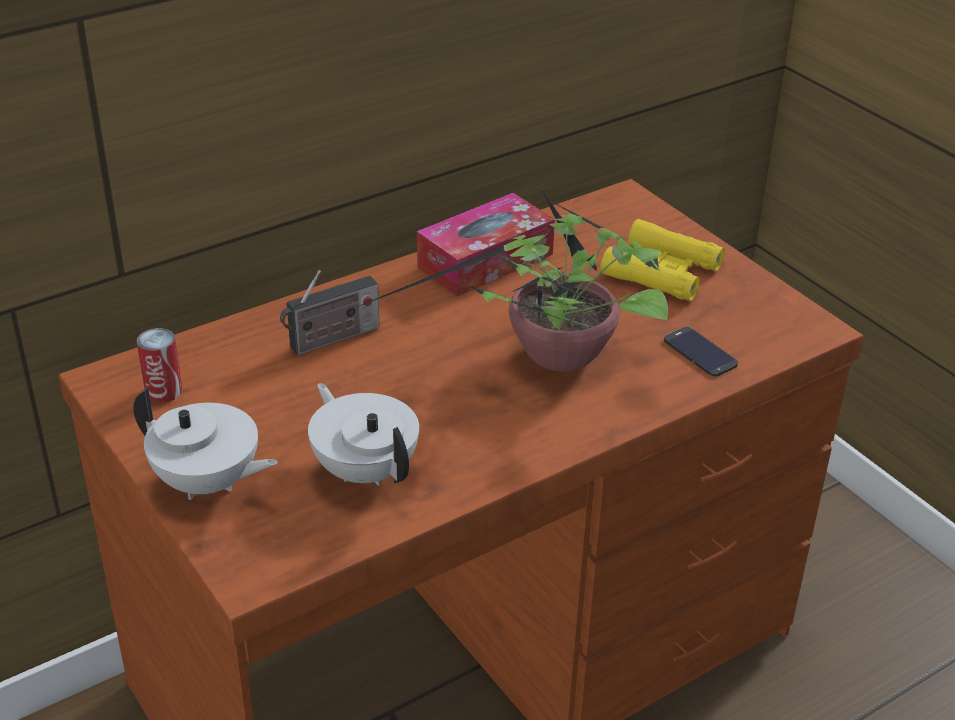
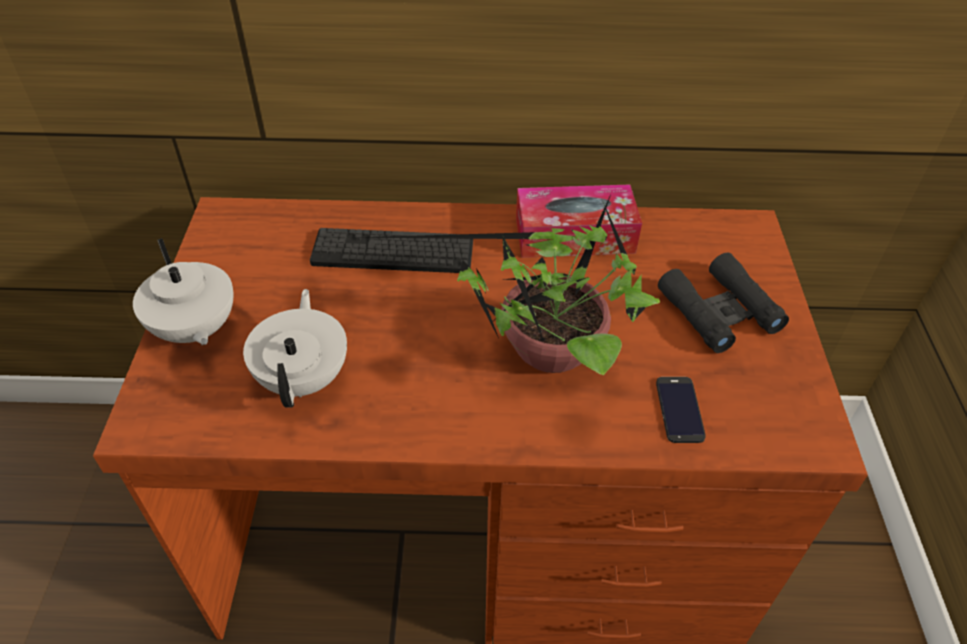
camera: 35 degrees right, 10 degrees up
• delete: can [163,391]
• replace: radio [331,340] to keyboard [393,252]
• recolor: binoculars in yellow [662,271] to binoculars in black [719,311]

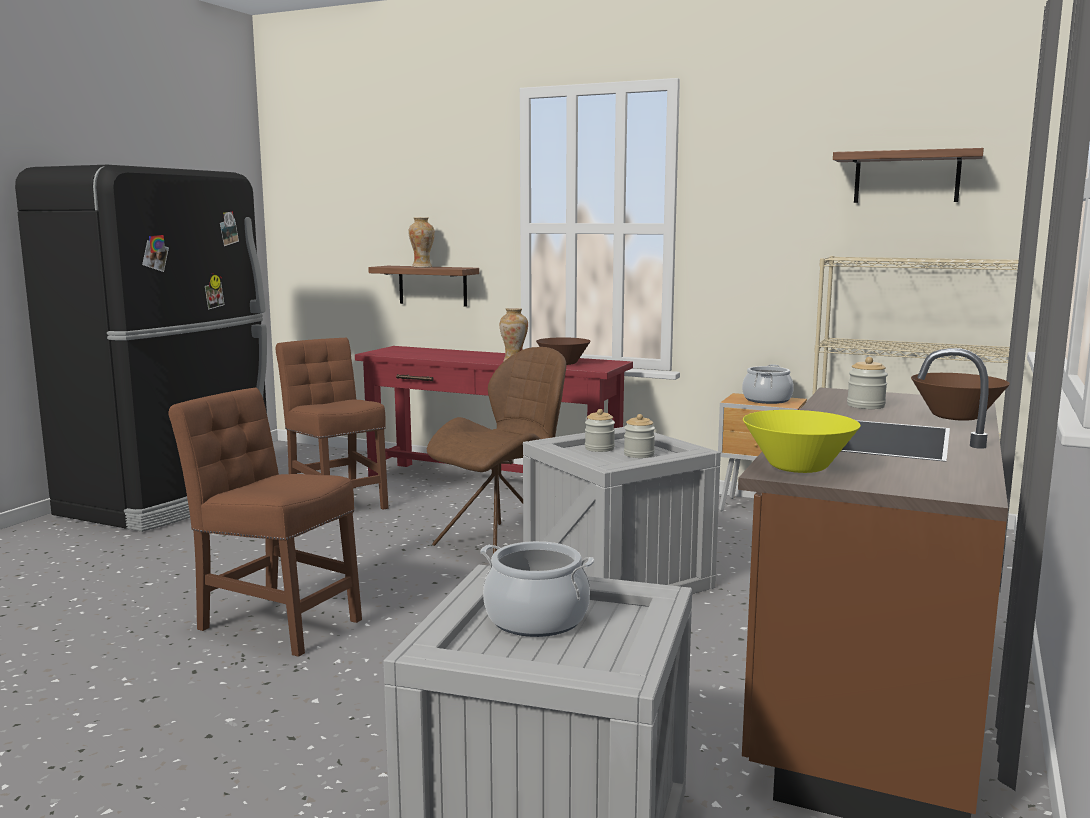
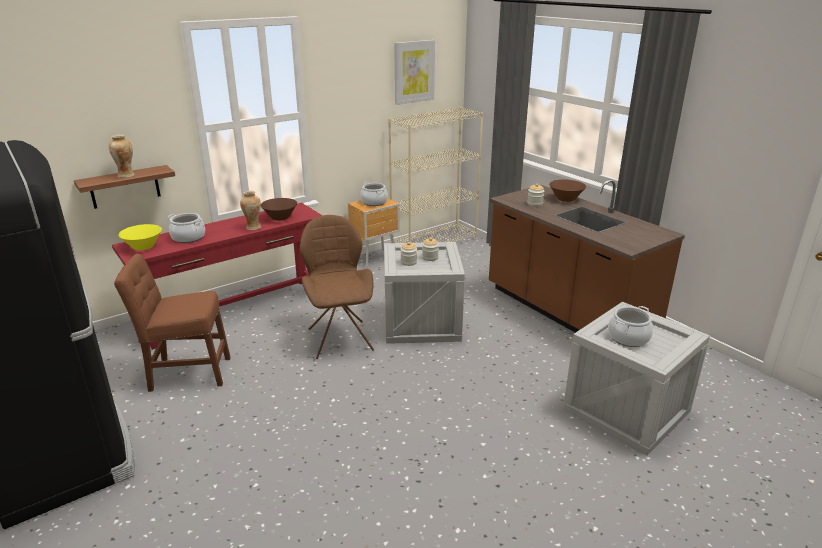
camera: 60 degrees left, 15 degrees up
• delete: chair in brown [275,622]
• insert: cooking pot [188,237]
• move: bowl in yellow [798,467] to [143,247]
• replace: shelf [906,177] to picture [414,72]

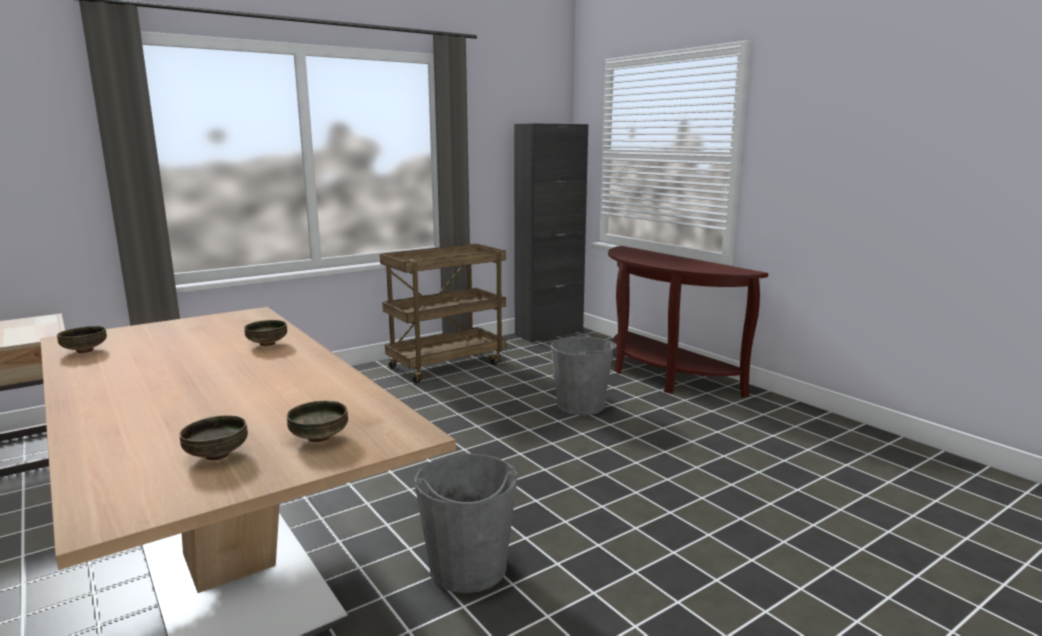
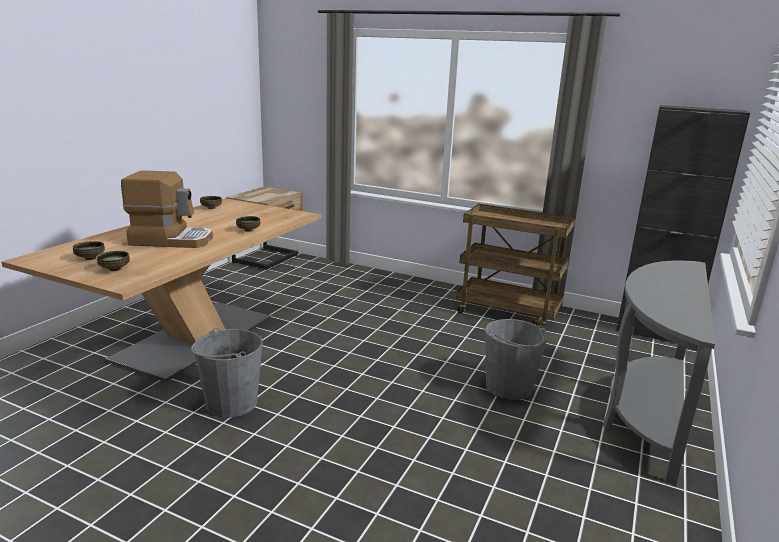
camera: 60 degrees right, 5 degrees up
• insert: coffee machine [171,240]
• recolor: console table in brown [662,376] to console table in grey [645,416]

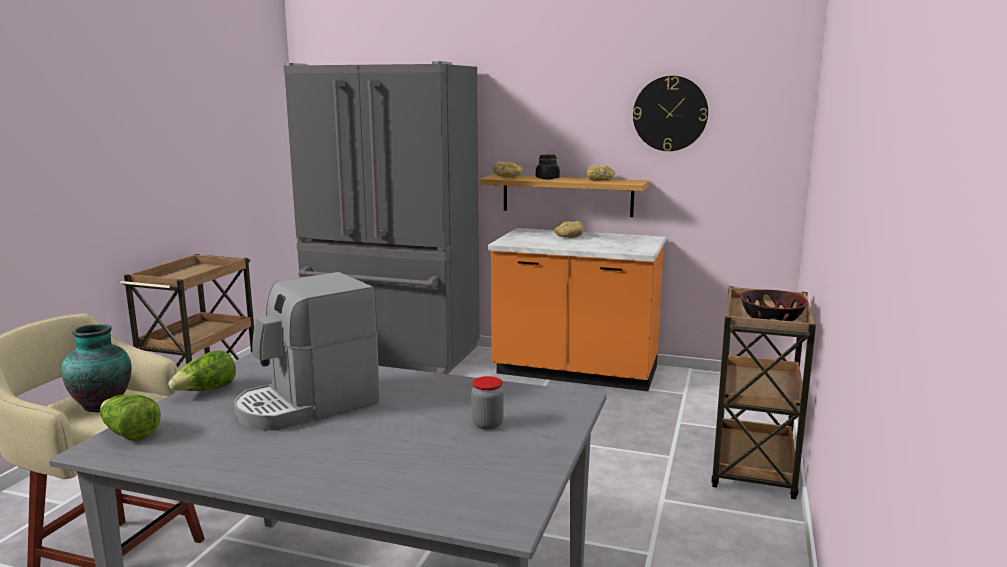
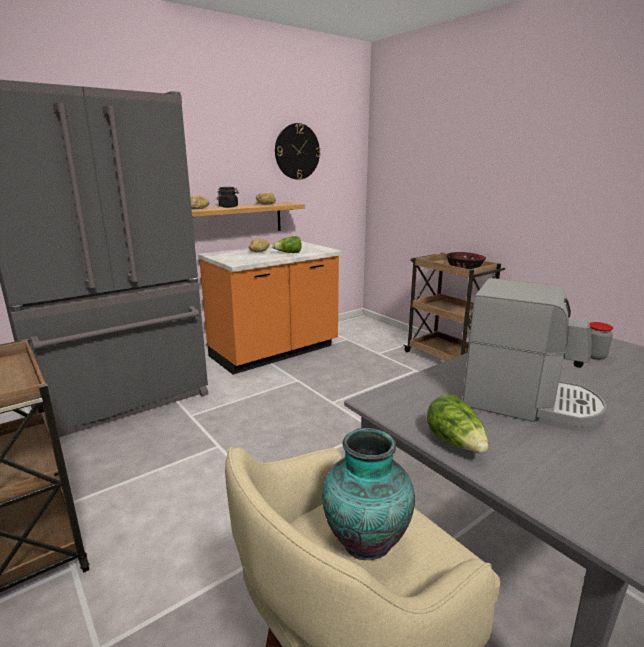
camera: 55 degrees left, 5 degrees up
• move: lettuce [129,433] to [288,253]
• rotate: coffee machine [307,405] = [528,403] 60 degrees counterclockwise

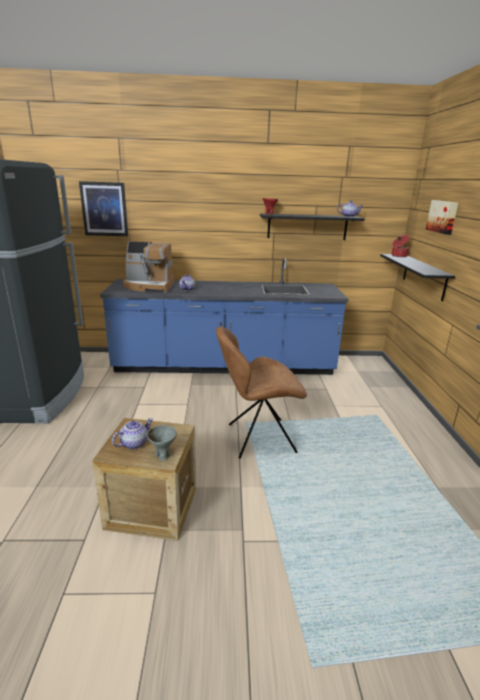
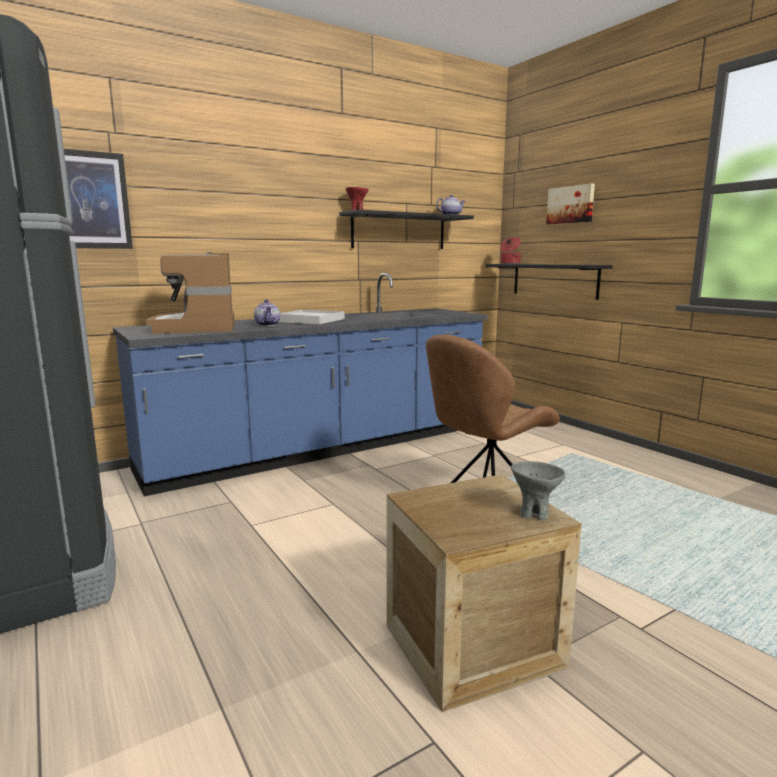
camera: 30 degrees left, 10 degrees down
• delete: teapot [134,443]
• insert: tray in white [310,320]
• rotate: coffee machine [149,286] = [197,327] 105 degrees clockwise

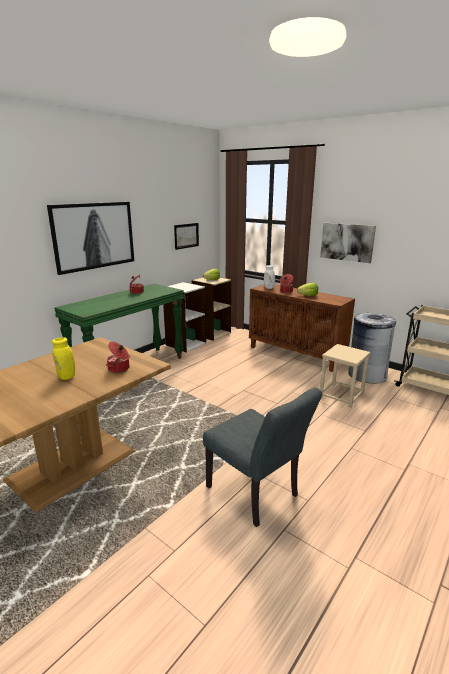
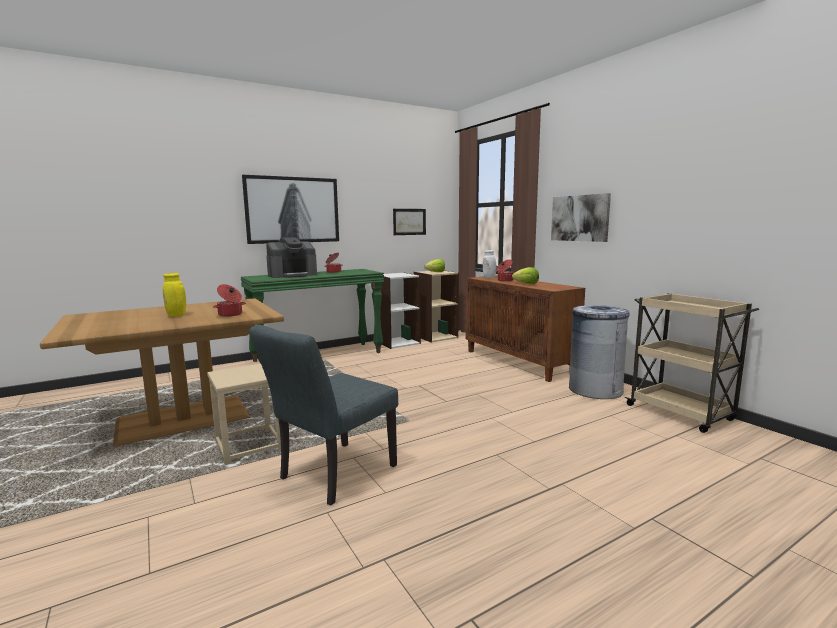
camera: 20 degrees right, 10 degrees down
• insert: coffee machine [292,275]
• move: stool in beige [341,395] to [249,447]
• rotate: chair in grey [257,495] = [331,475] 60 degrees clockwise

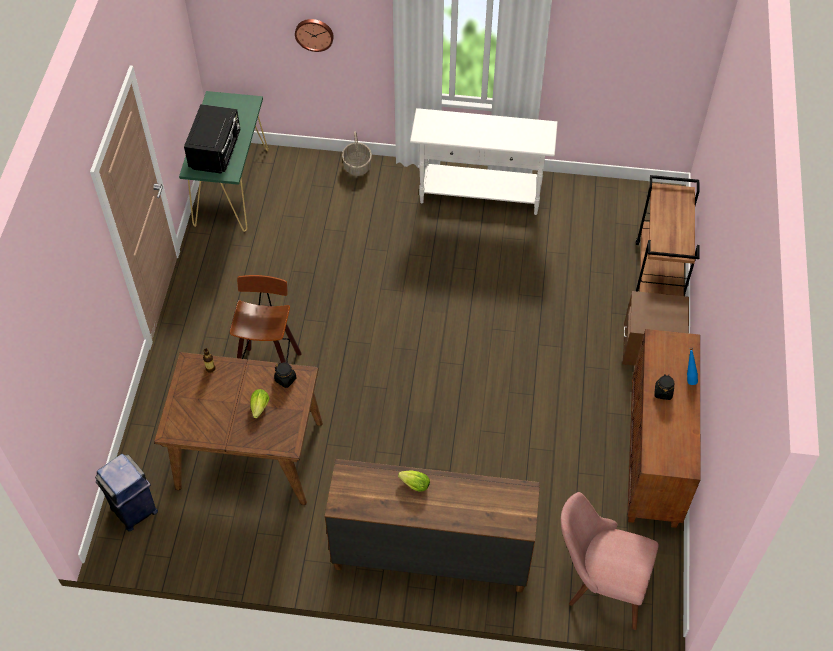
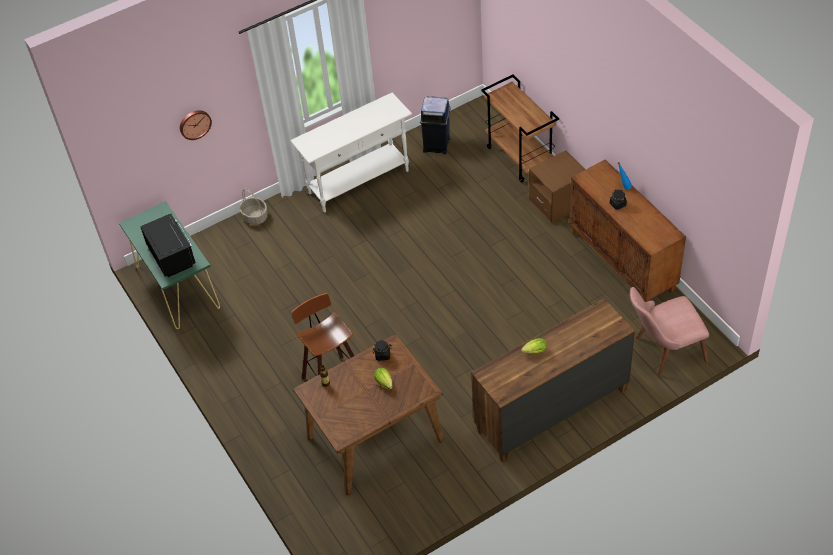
camera: 35 degrees left, 5 degrees down
• move: trash can in blue [134,511] to [437,145]

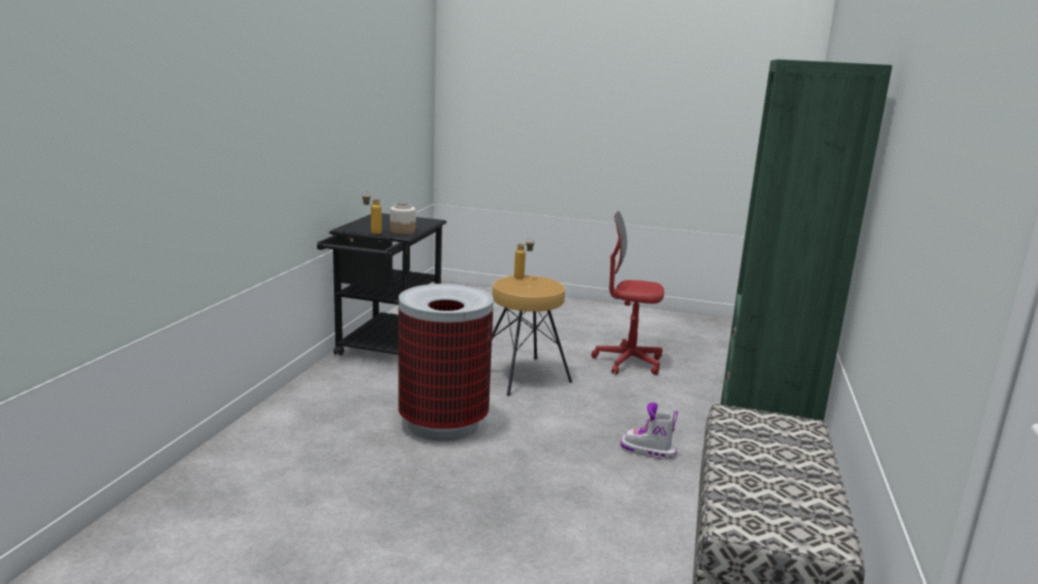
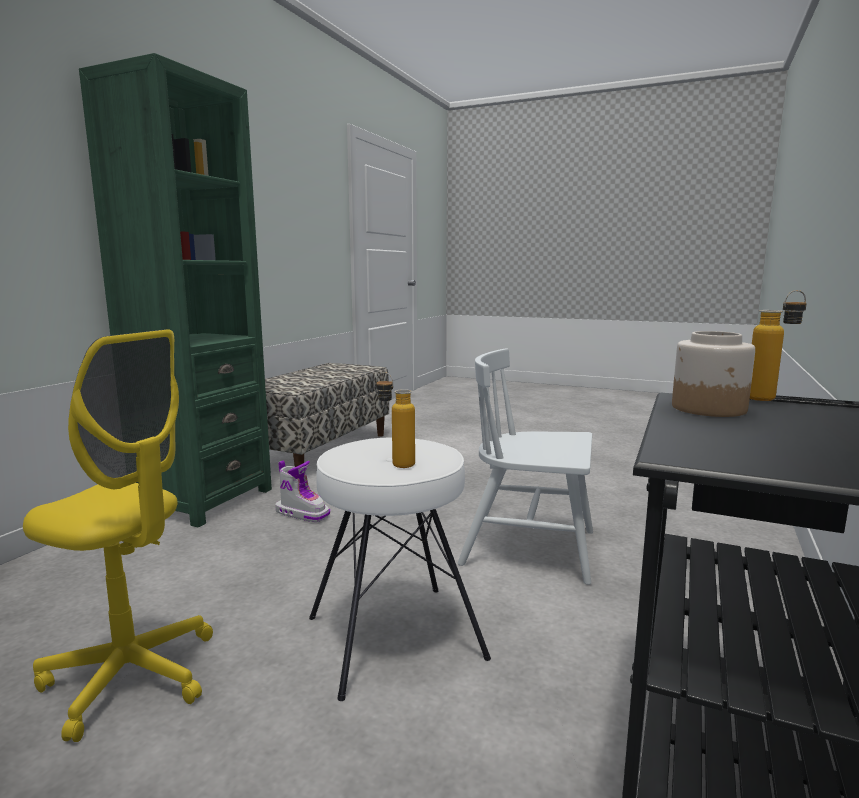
camera: 170 degrees left, 5 degrees down
• replace: trash can [443,424] to chair in white [530,548]
• recolor: stool in brown [523,376] to stool in white [394,636]
• recolor: office chair in red [628,362] to office chair in yellow [131,677]

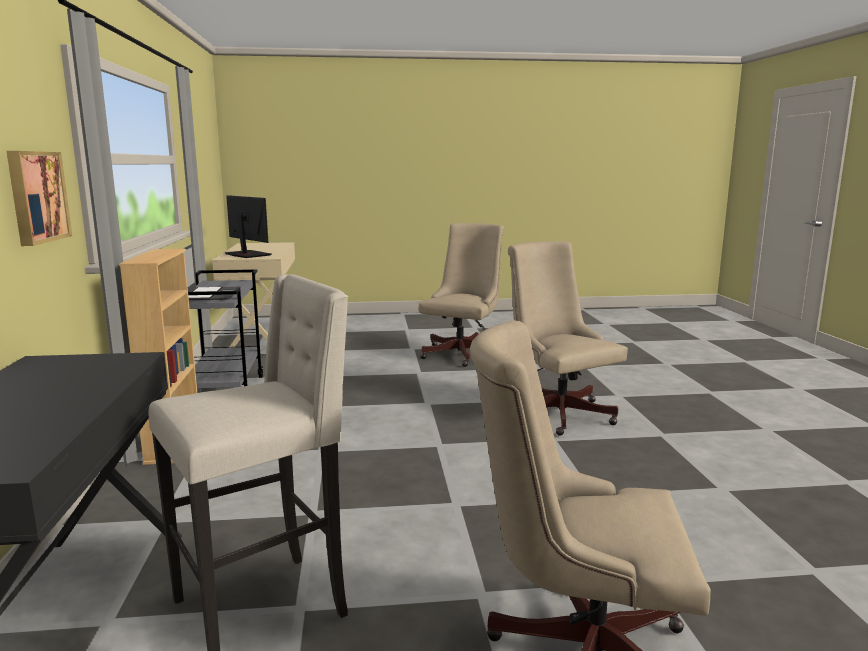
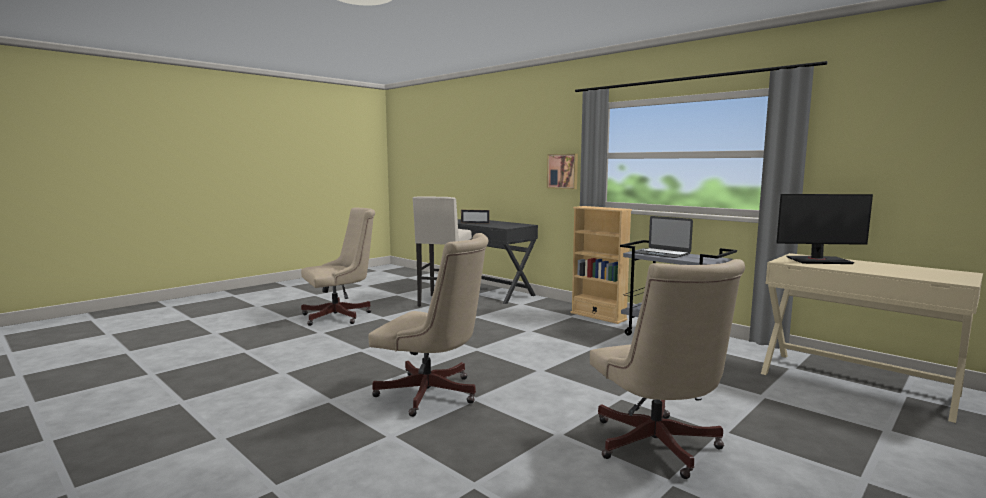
camera: 140 degrees right, 5 degrees down
• insert: picture frame [475,223]

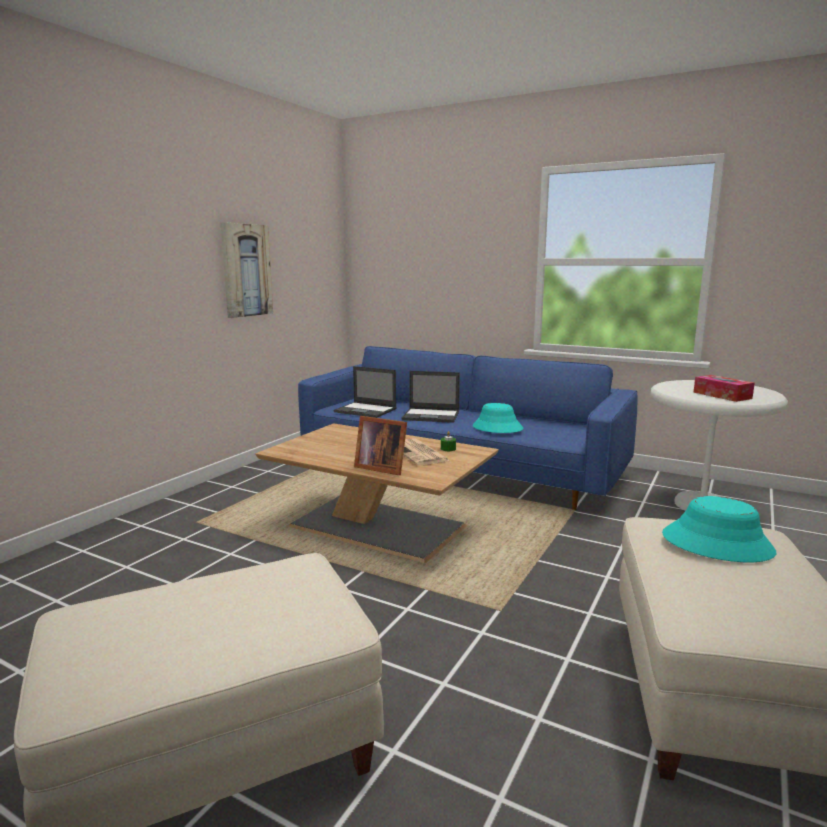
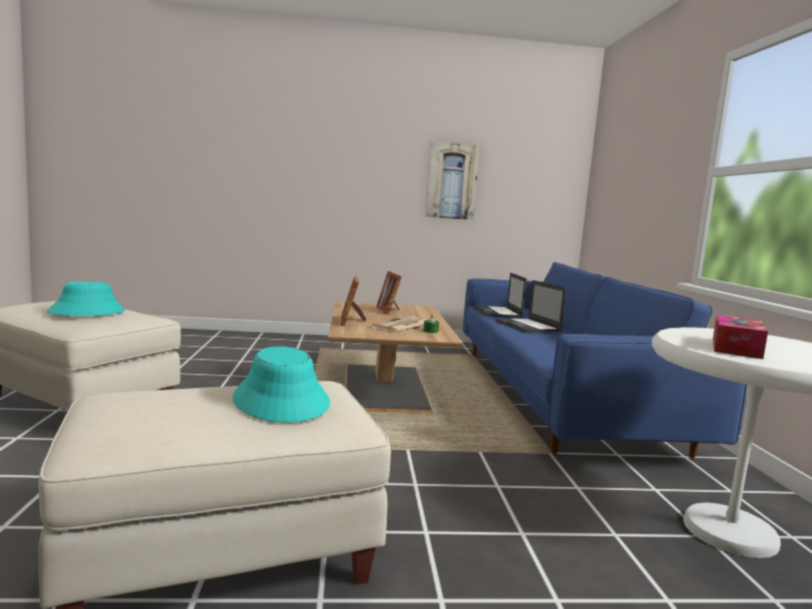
camera: 55 degrees right, 5 degrees down
• insert: picture frame [390,311]
• move: hat in turquoise [497,428] to [87,312]

